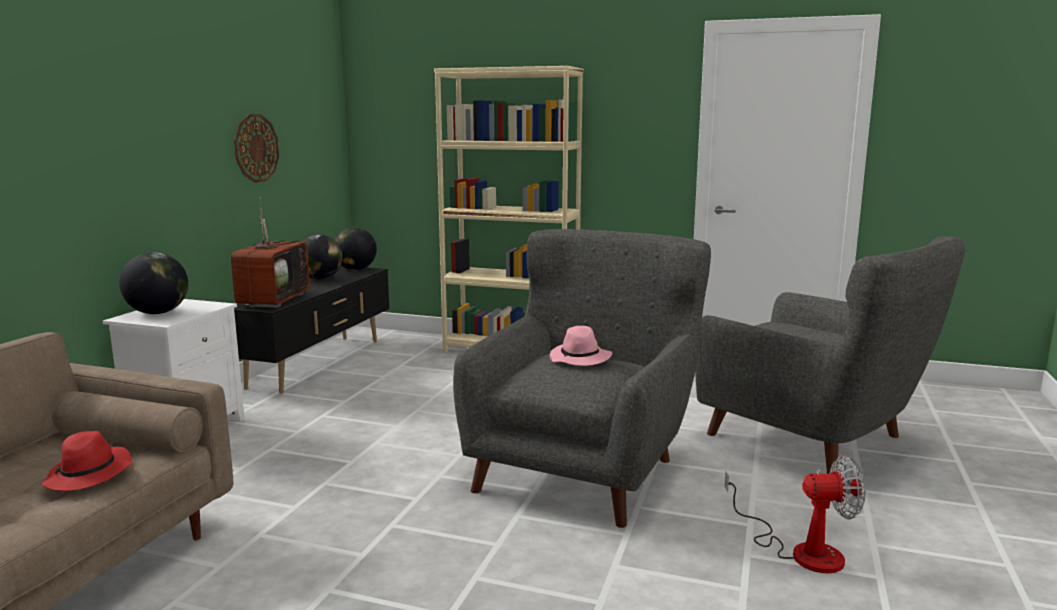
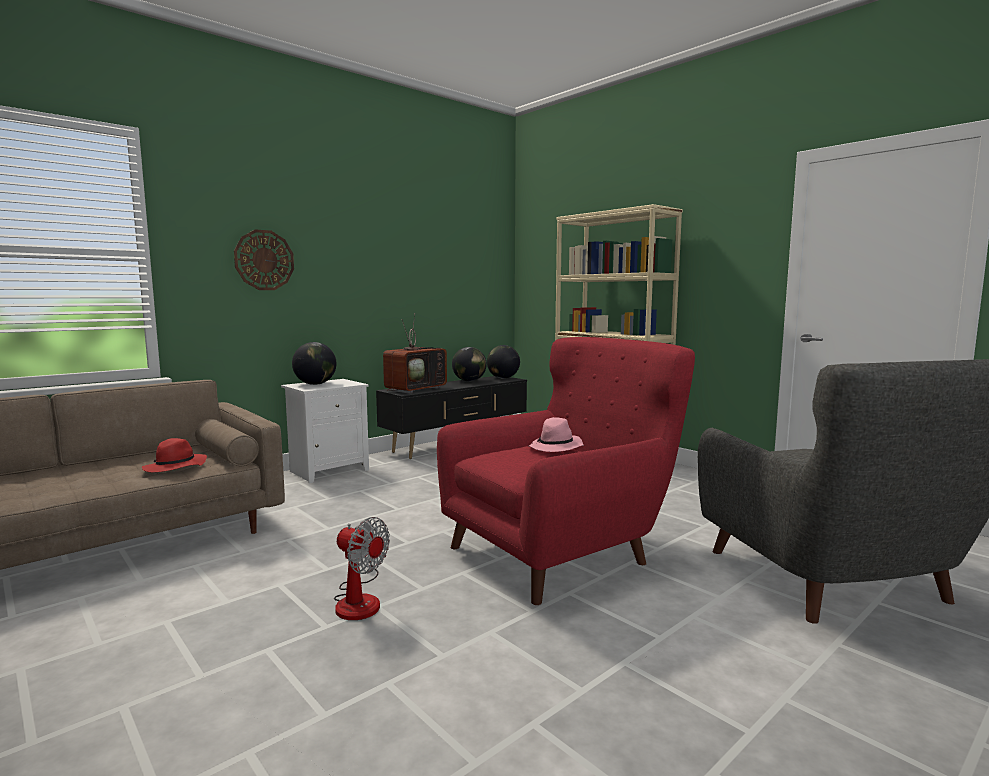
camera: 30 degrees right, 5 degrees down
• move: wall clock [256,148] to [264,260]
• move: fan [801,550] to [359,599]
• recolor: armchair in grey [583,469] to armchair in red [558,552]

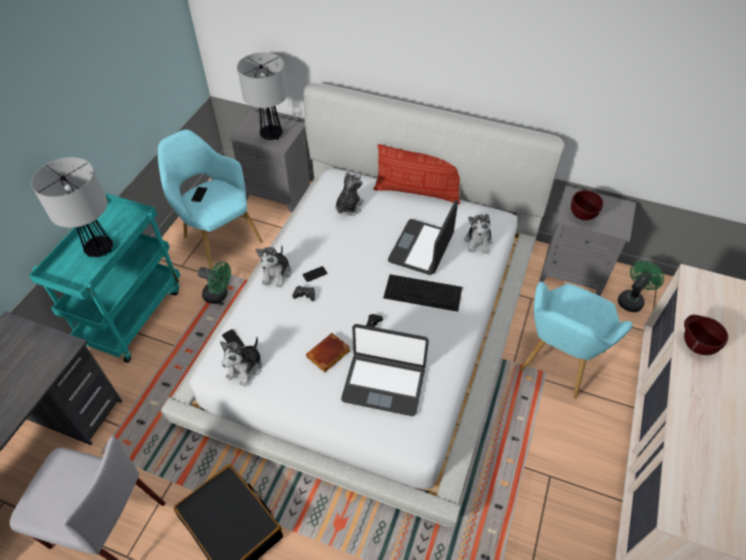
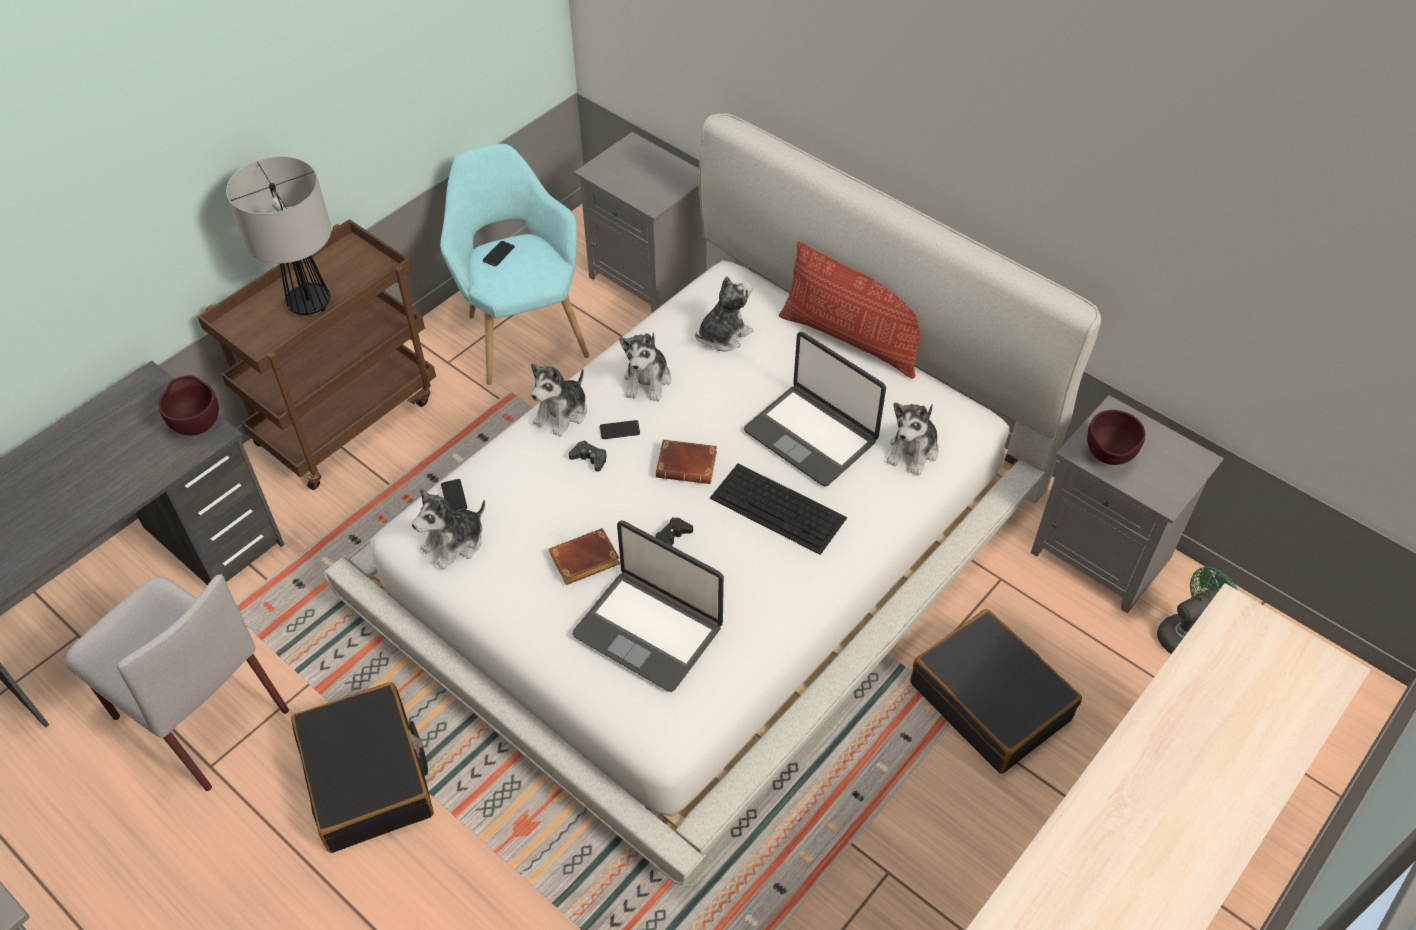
camera: 20 degrees right, 0 degrees up
• delete: fan in green [219,295]
• delete: table lamp [271,135]
• insert: plush toy [647,380]
• insert: book in brown [688,465]
• move: bowl in brown [694,345] to [198,424]
• replace: armchair in turquoise [556,364] to suitcase in black [990,701]
• recolor: cart in turquoise [132,314] to cart in brown [347,419]
• rotate: laptop [422,248] = [811,435] 90 degrees counterclockwise

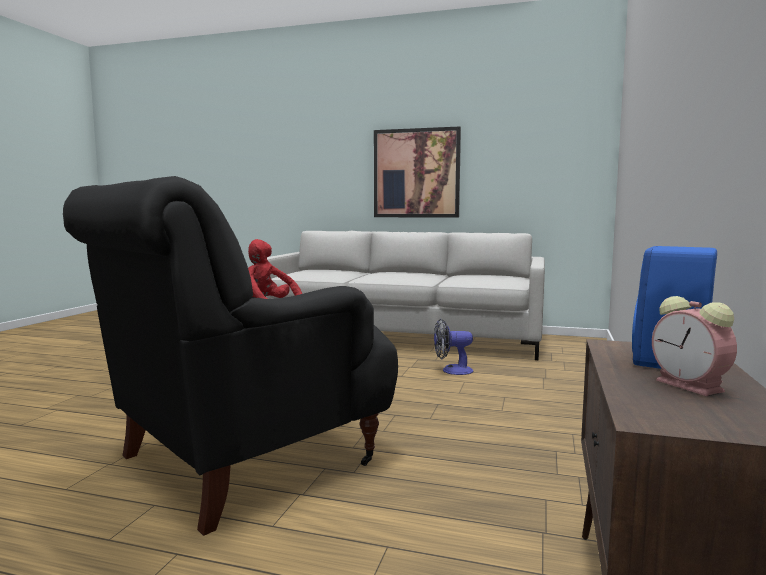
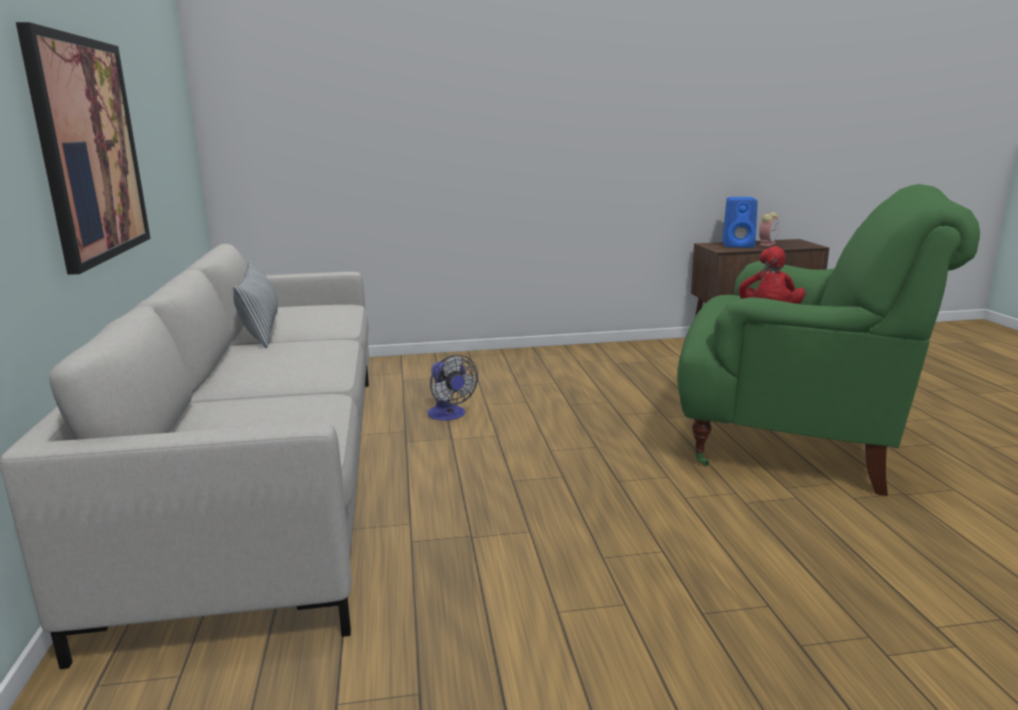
camera: 115 degrees left, 10 degrees up
• insert: pillow [261,330]
• recolor: armchair in black [242,461] to armchair in green [794,443]

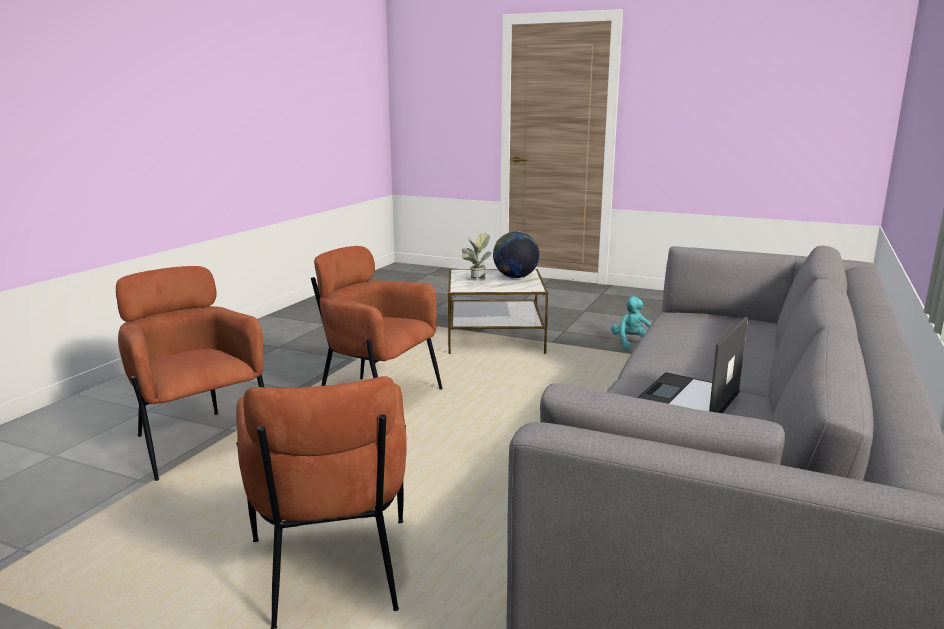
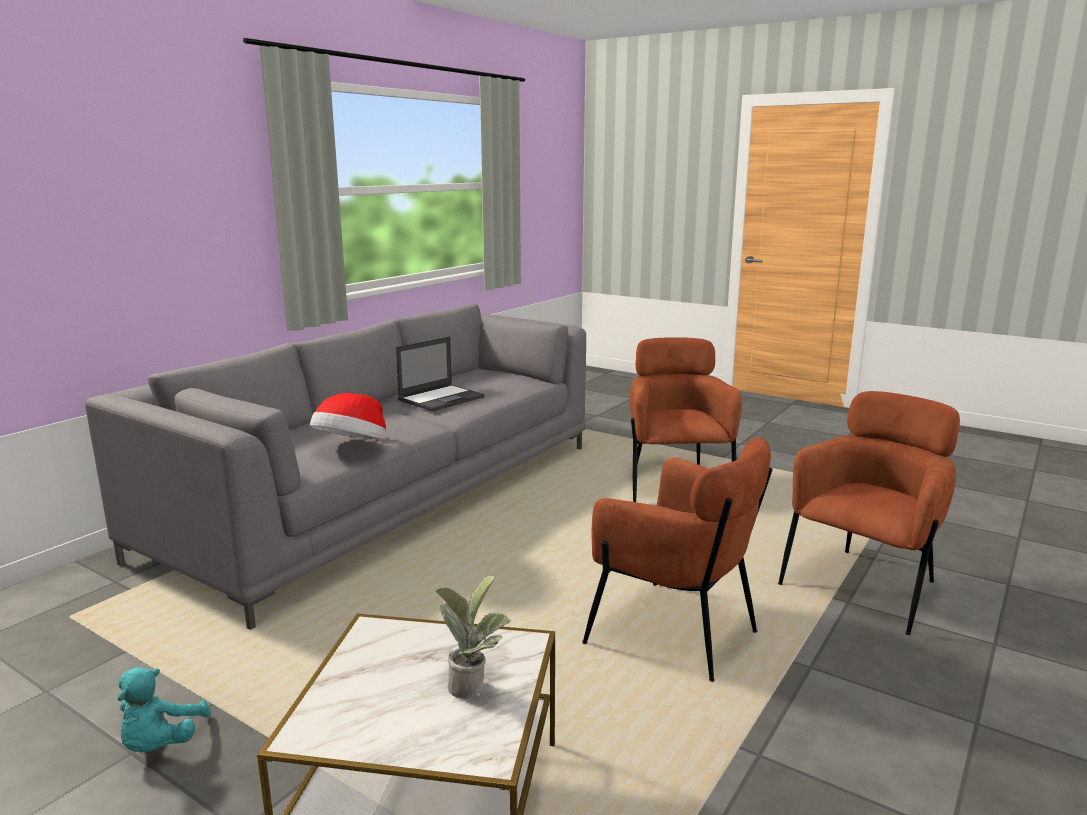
camera: 170 degrees left, 0 degrees up
• delete: globe [515,277]
• insert: hat [352,448]
• rotate: armchair in brown [198,442] = [865,587] 105 degrees counterclockwise

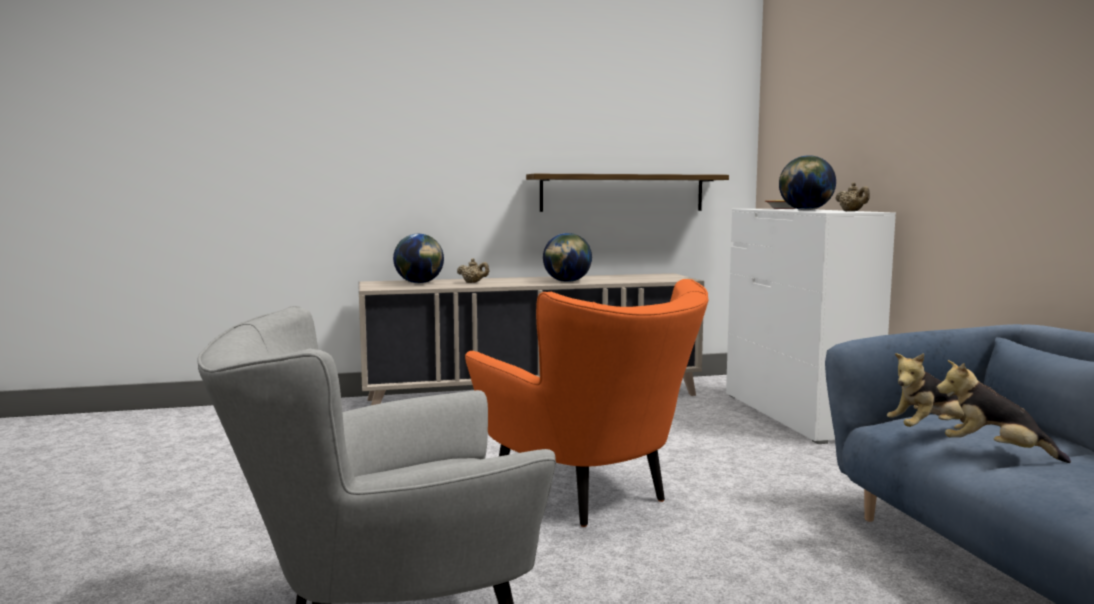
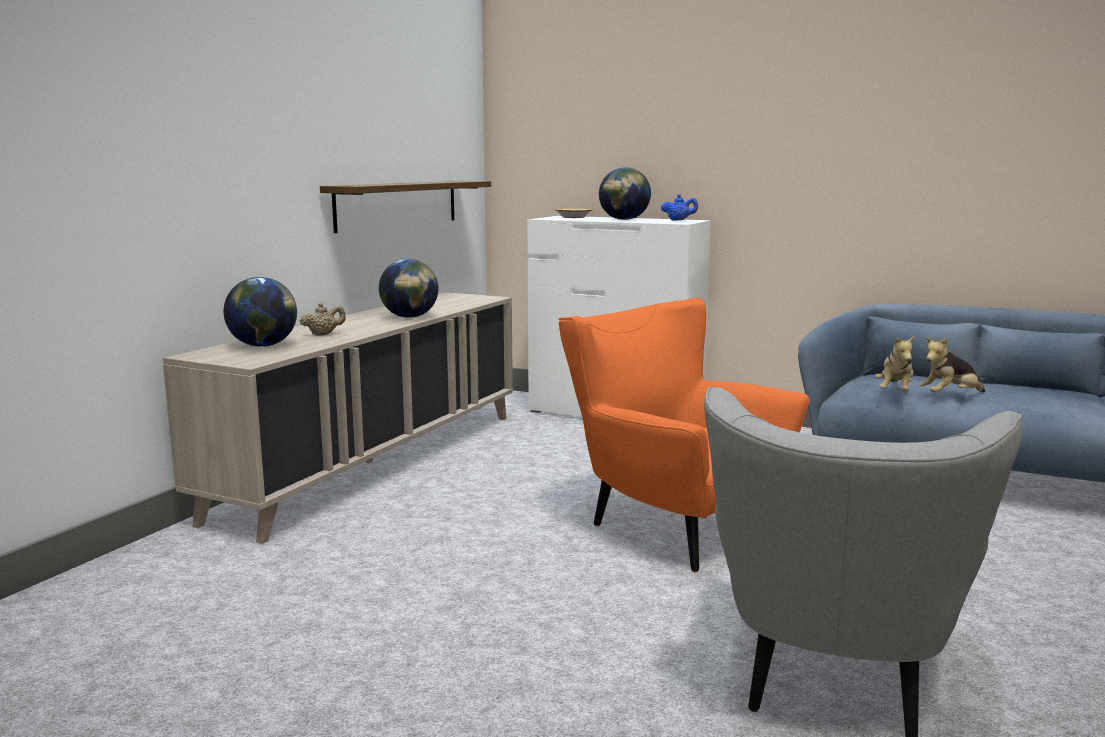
camera: 50 degrees left, 5 degrees up
• recolor: teapot in beige [852,211] to teapot in blue [679,220]
• rotate: armchair in orange [588,495] = [668,527] 135 degrees counterclockwise

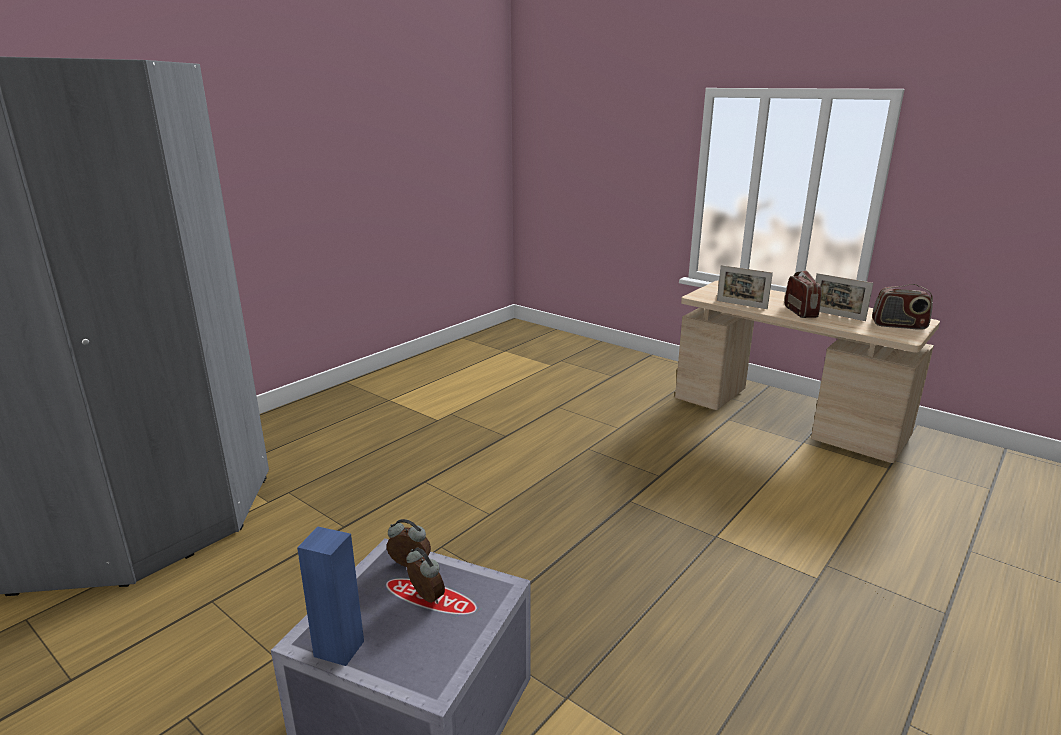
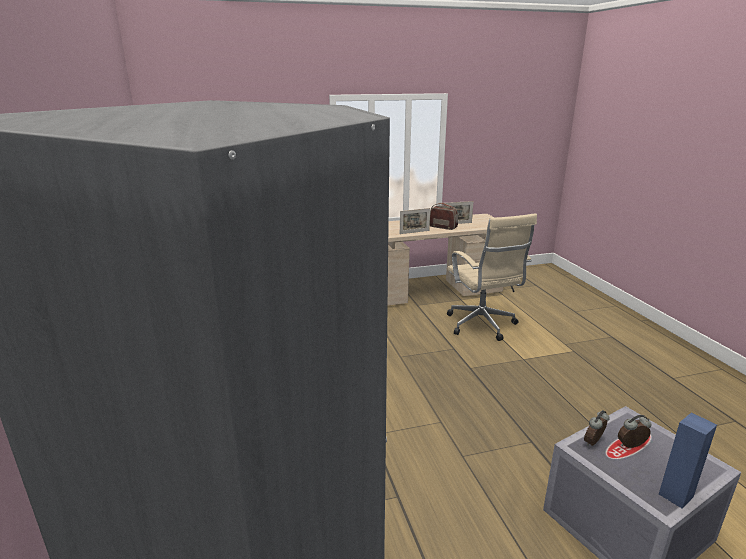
camera: 55 degrees left, 0 degrees up
• delete: radio [899,325]
• insert: office chair in beige [482,326]

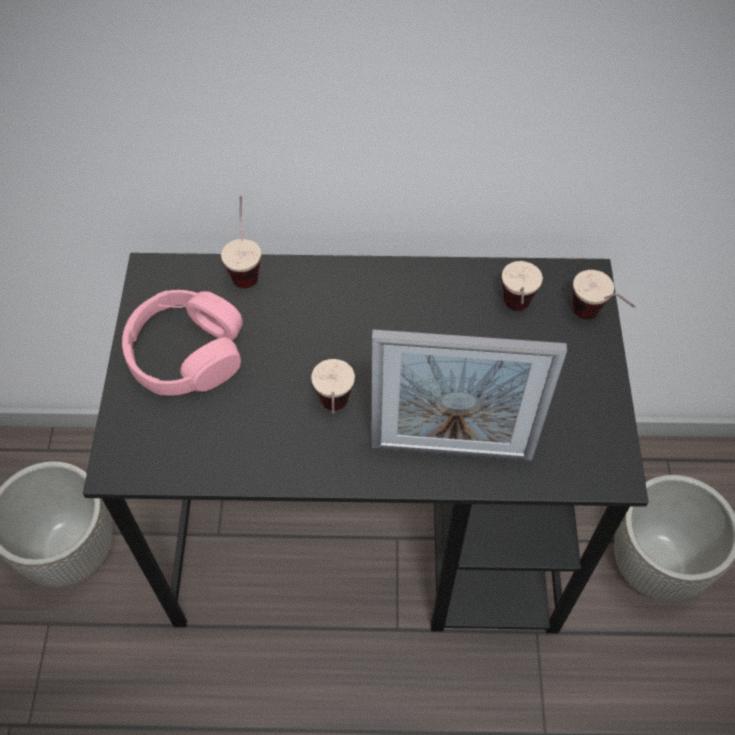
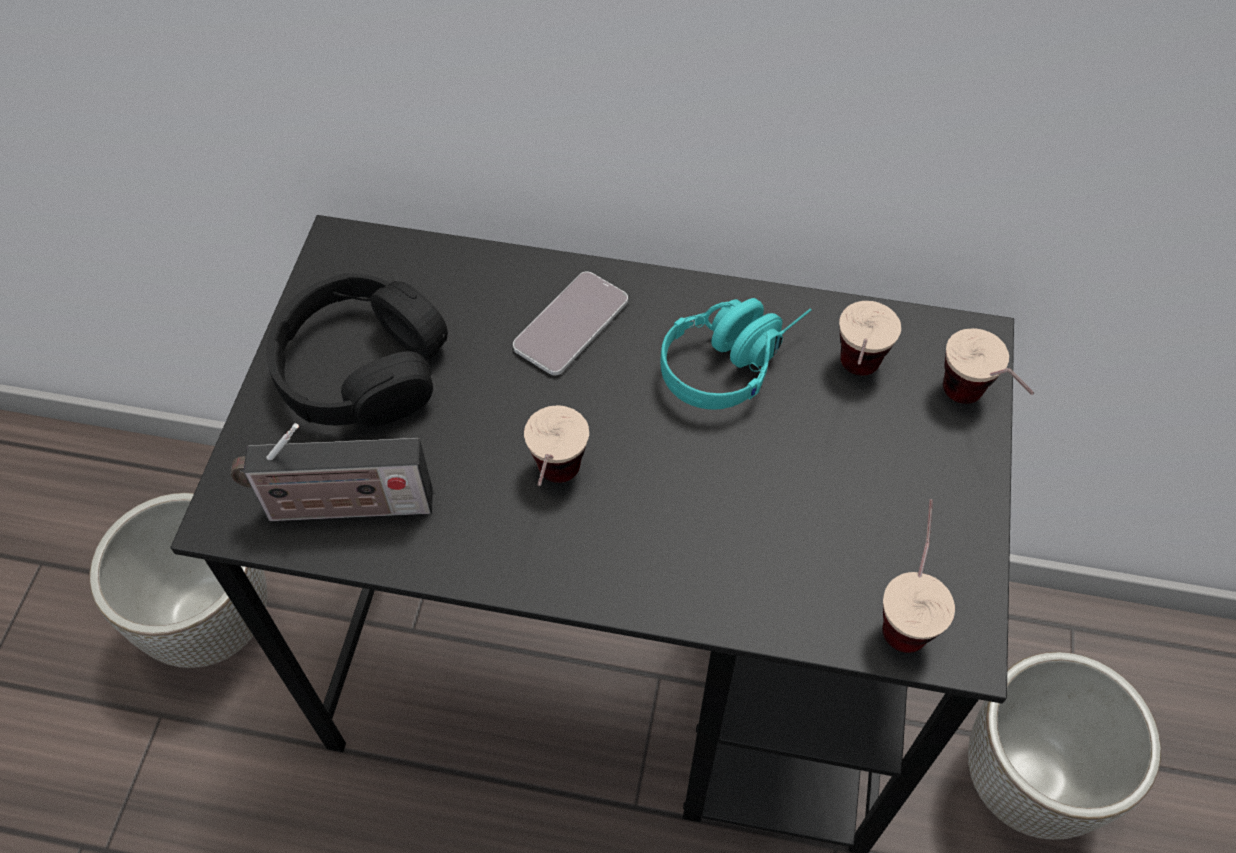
camera: 10 degrees right, 0 degrees up
• delete: picture frame [451,451]
• insert: radio [342,507]
• insert: phone [571,324]
• insert: headphones in turquoise [733,358]
• move: cup [246,266] to [905,606]
• recolor: headphones in pink [186,354] to headphones in black [362,368]

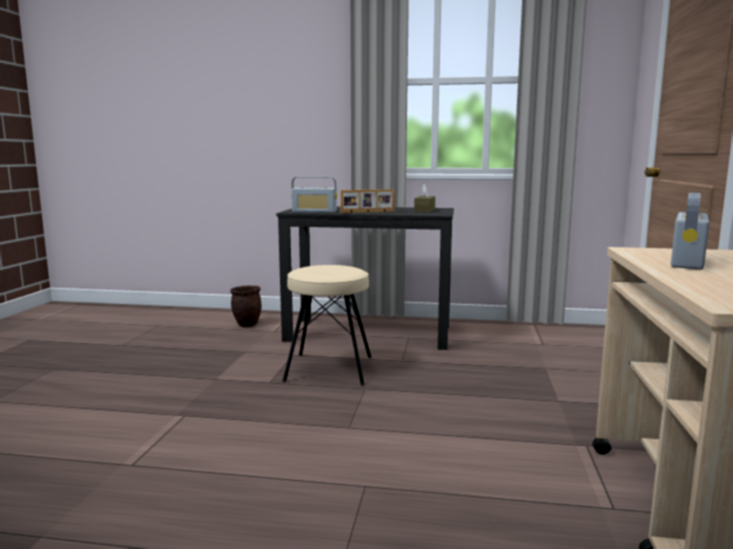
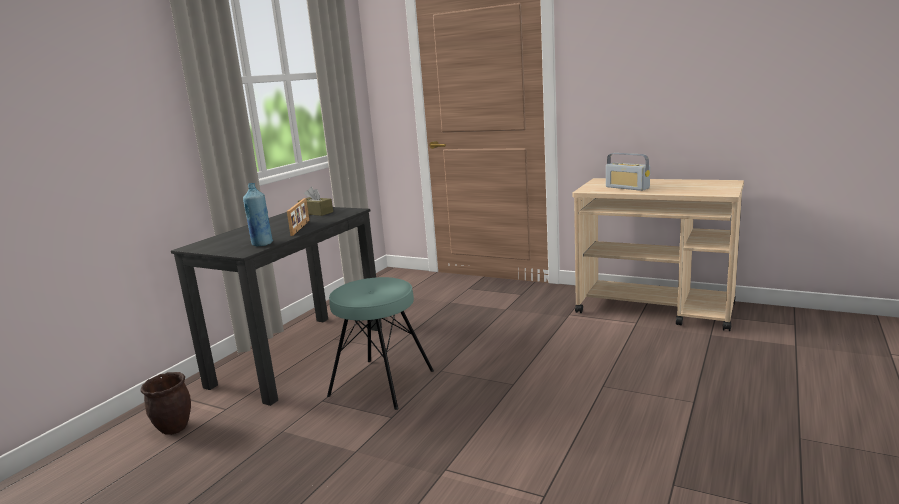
camera: 70 degrees left, 5 degrees up
• replace: radio [314,212] to bottle in blue [262,244]
• recolor: stool in beige [329,369] to stool in turquoise [381,383]

